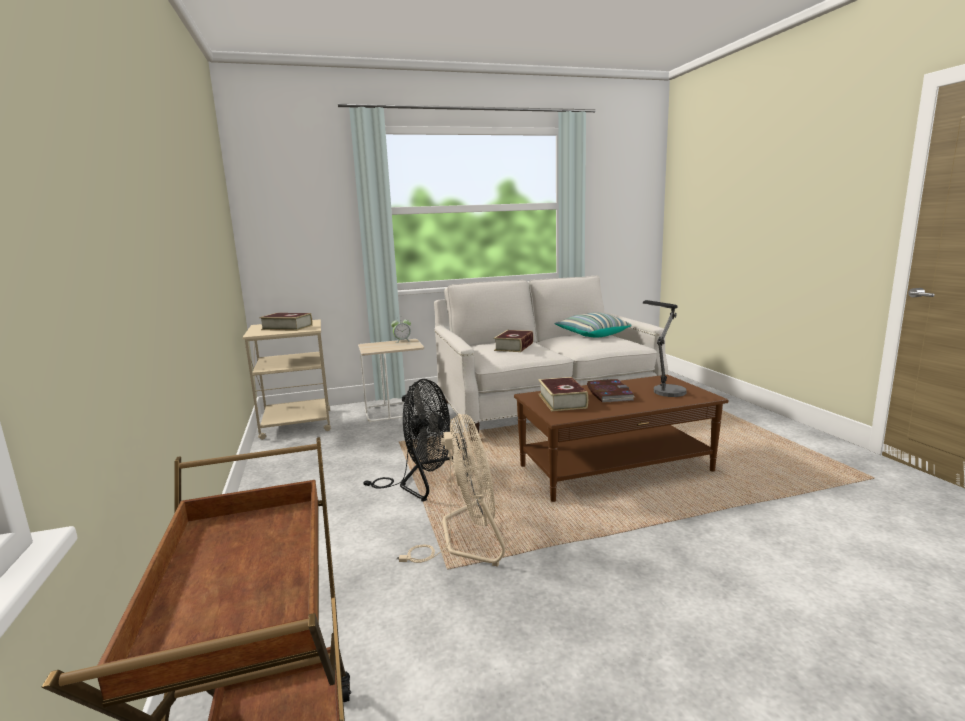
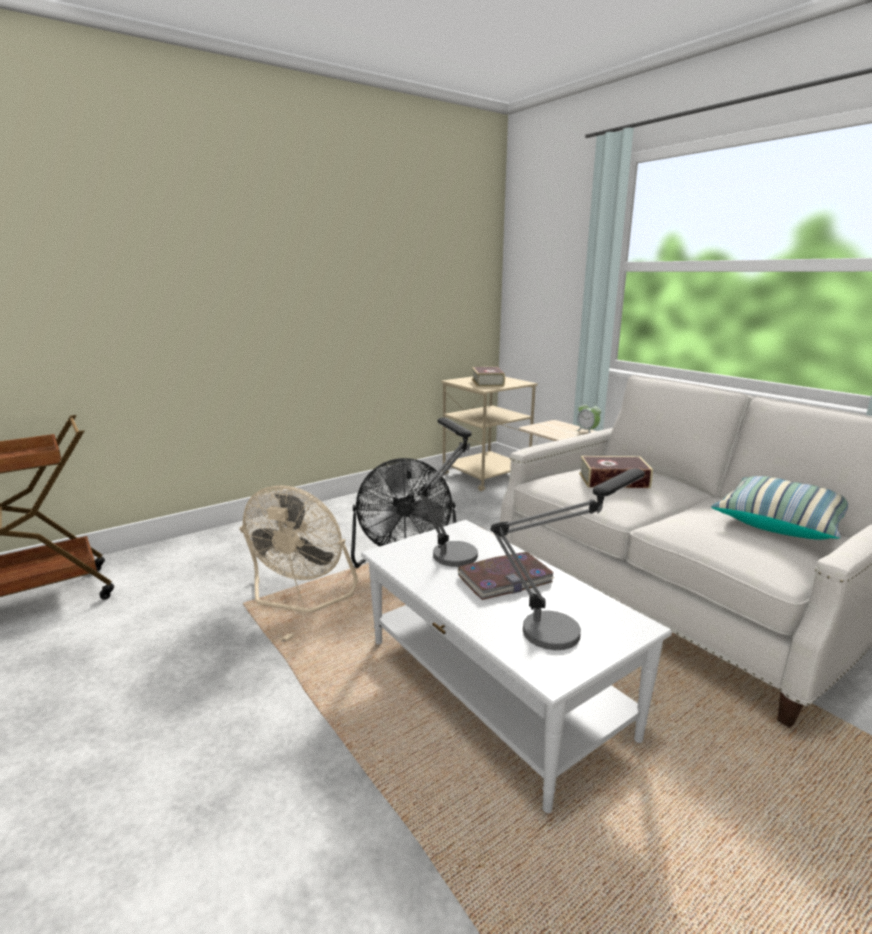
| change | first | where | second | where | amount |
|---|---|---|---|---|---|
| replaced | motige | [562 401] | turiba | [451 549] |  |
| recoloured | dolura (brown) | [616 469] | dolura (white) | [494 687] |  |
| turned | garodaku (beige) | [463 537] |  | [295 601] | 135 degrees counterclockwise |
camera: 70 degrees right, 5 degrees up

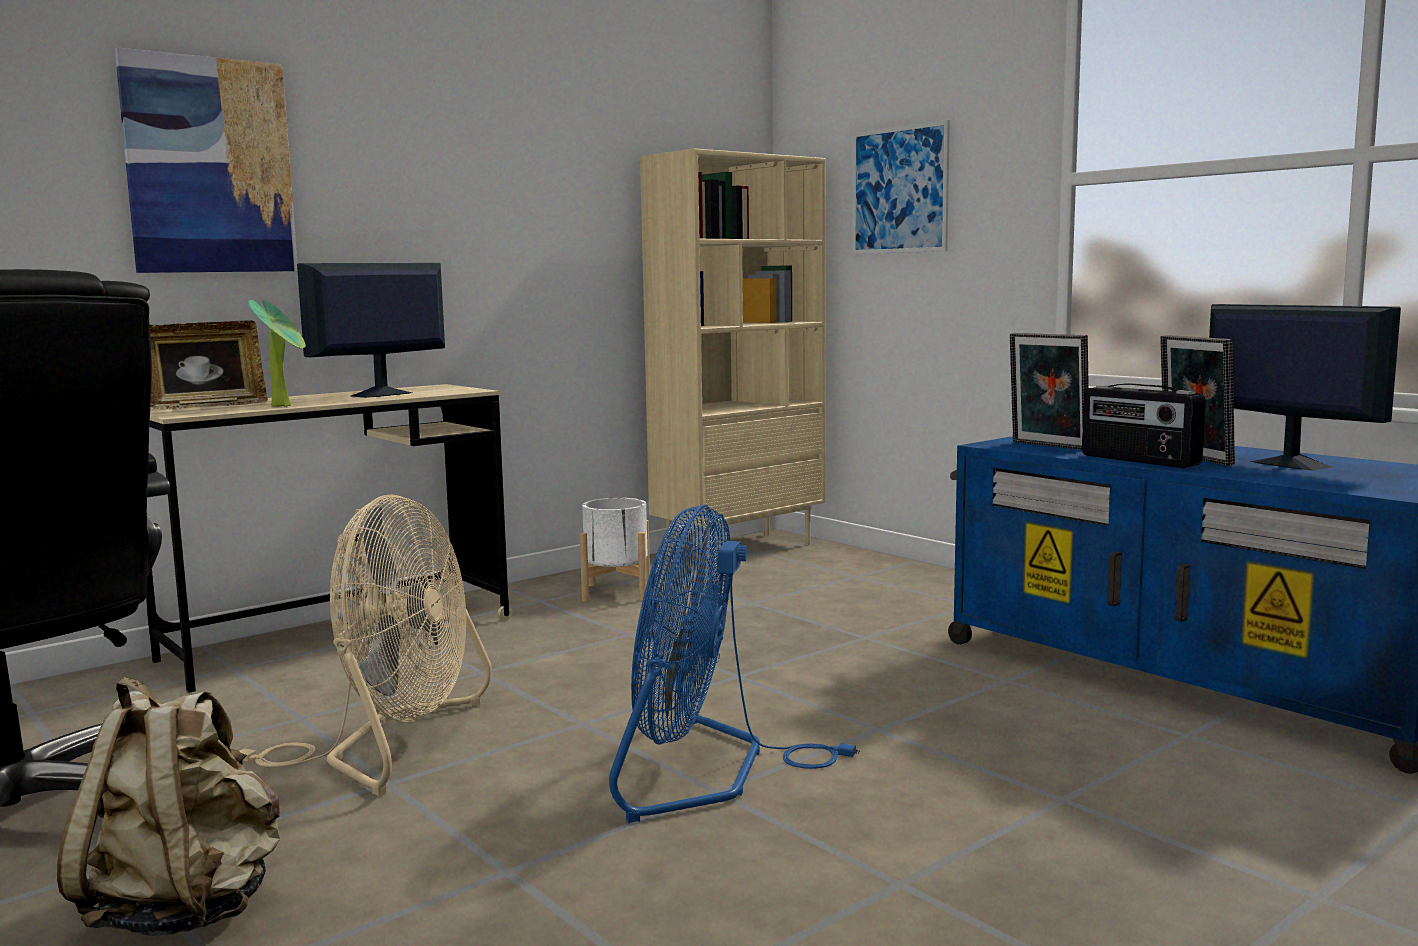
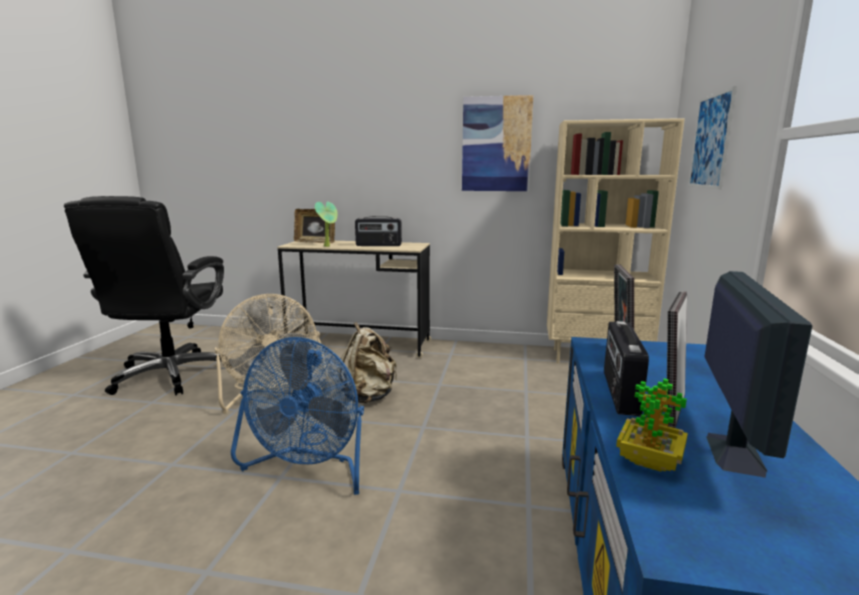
| change | first | where | second | where | amount |
|---|---|---|---|---|---|
| removed | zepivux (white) | [616 592] |  |  |  |
| added |  |  | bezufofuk | [649 461] |  |
| moved | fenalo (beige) | [185 908] |  | [369 396] |  |
| moved | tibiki | [209 166] |  | [496 144] |  |
| replaced | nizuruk | [380 394] | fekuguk | [378 245] |  |
| turned | garodaku (blue) | [714 766] |  | [307 465] | 135 degrees counterclockwise |
camera: 50 degrees right, 5 degrees up

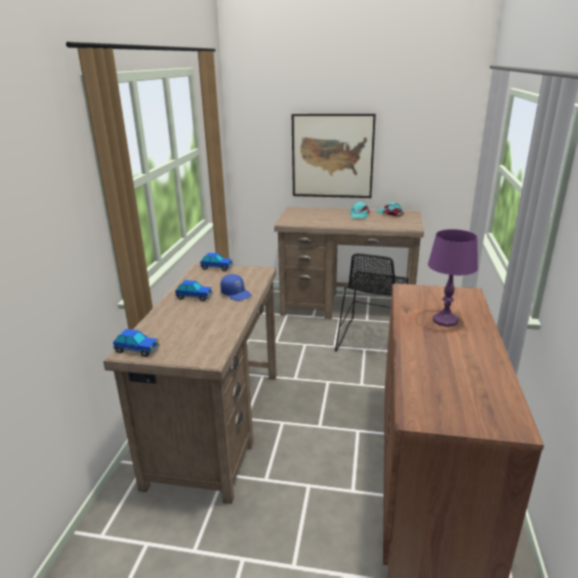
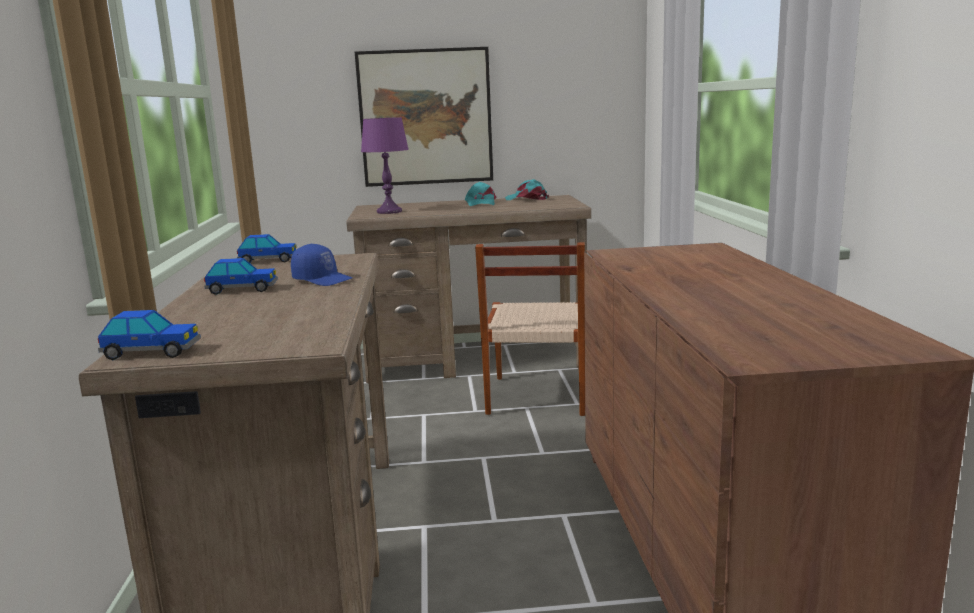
| change | first | where | second | where | amount |
|---|---|---|---|---|---|
| moved | turiba (purple) | [445 320] |  | [389 212] |  |
| replaced | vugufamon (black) | [373 342] | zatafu | [537 398] |  |
camera: 15 degrees left, 10 degrees down

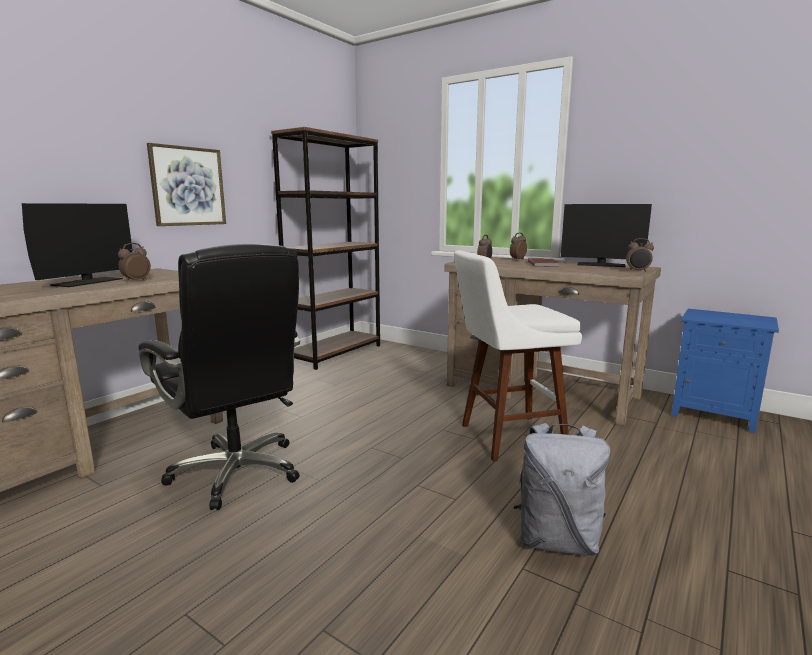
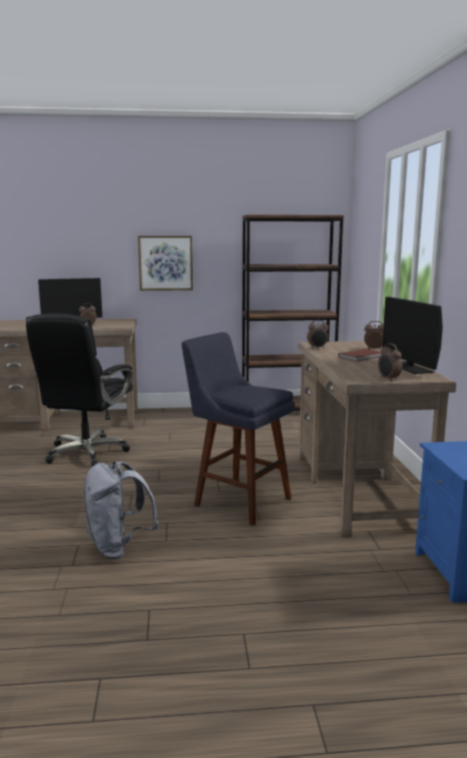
| change | first | where | second | where | amount |
|---|---|---|---|---|---|
| recoloured | vugufamon (white) | [506 438] | vugufamon (blue) | [237 500] |  |
camera: 50 degrees right, 0 degrees up

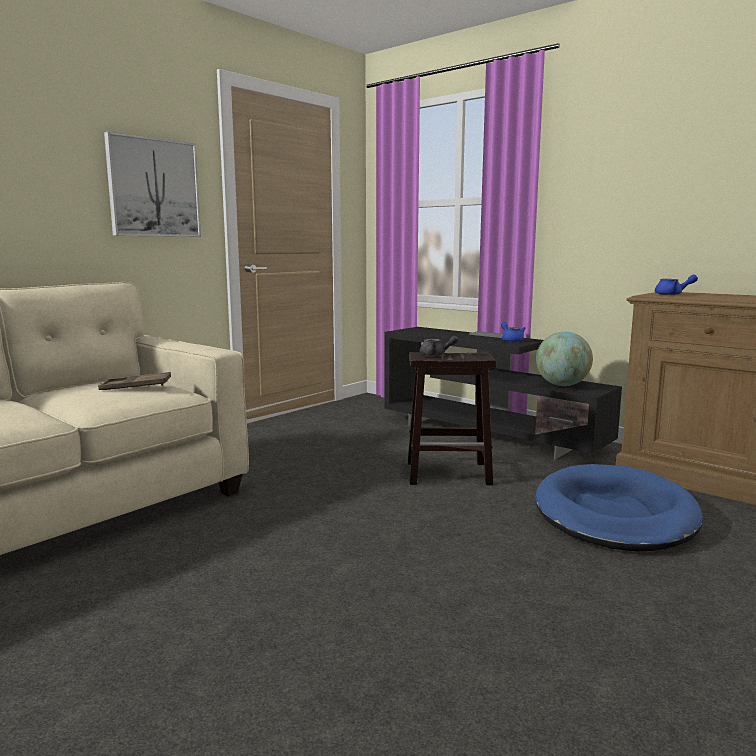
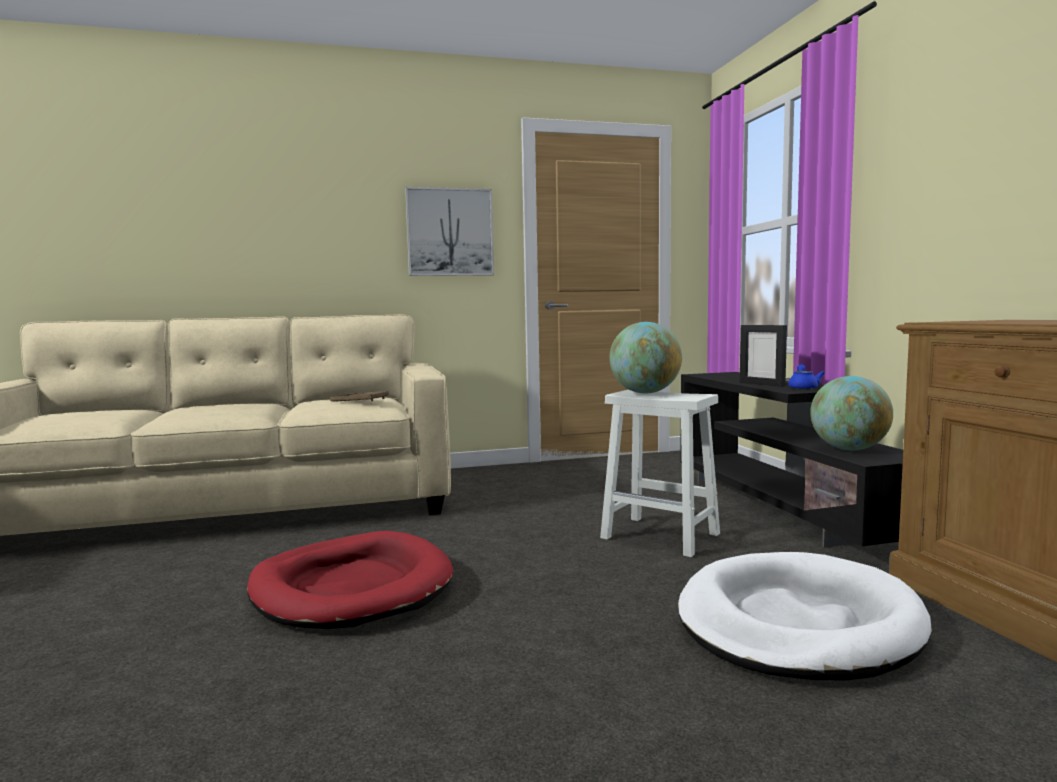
| change | first | where | second | where | amount |
|---|---|---|---|---|---|
| removed | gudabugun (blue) | [672 294] |  |  |  |
| added |  |  | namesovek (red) | [352 587] |  |
| added |  |  | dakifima | [762 384] |  |
| replaced | gudabugun (grey) | [436 355] | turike | [645 393] |  |
| recoloured | vugufamon (brown) | [449 473] | vugufamon (white) | [662 536] |  |
| recoloured | namesovek (blue) | [614 514] | namesovek (white) | [797 623] |  |
camera: 35 degrees right, 5 degrees down

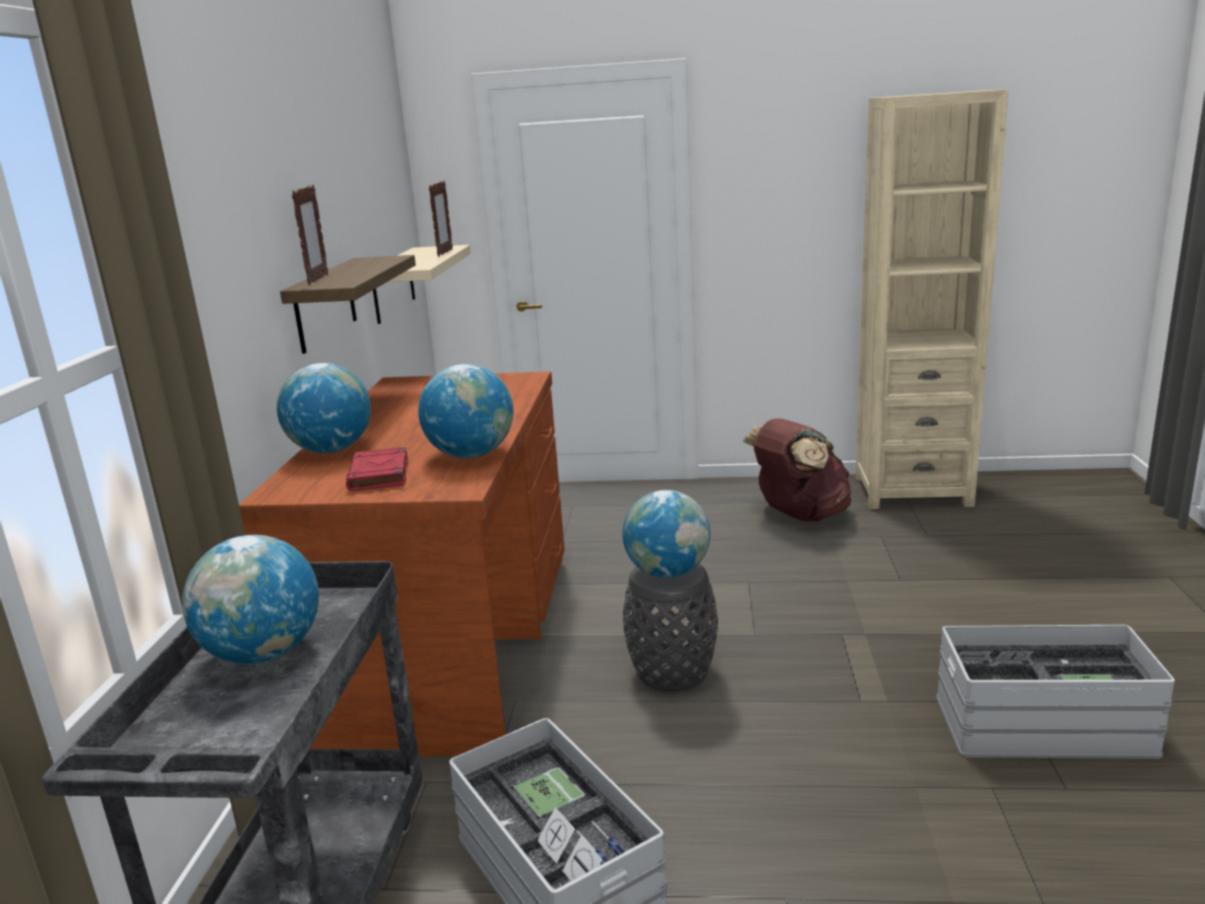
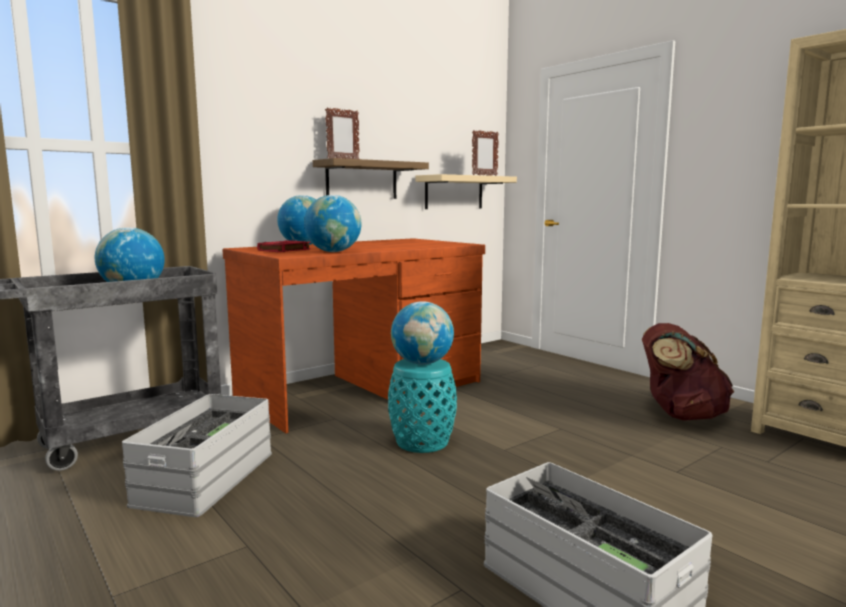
| change | first | where | second | where | amount |
|---|---|---|---|---|---|
| recoloured | vugufamon (grey) | [672 672] | vugufamon (turquoise) | [422 442] |  |
camera: 45 degrees right, 10 degrees down

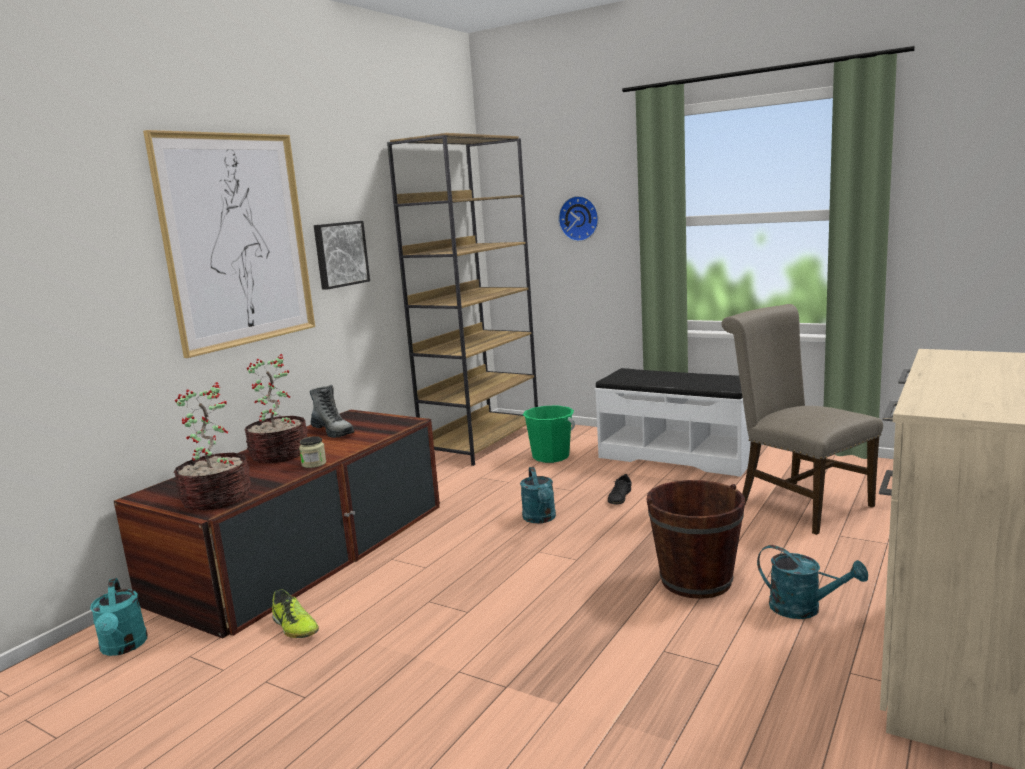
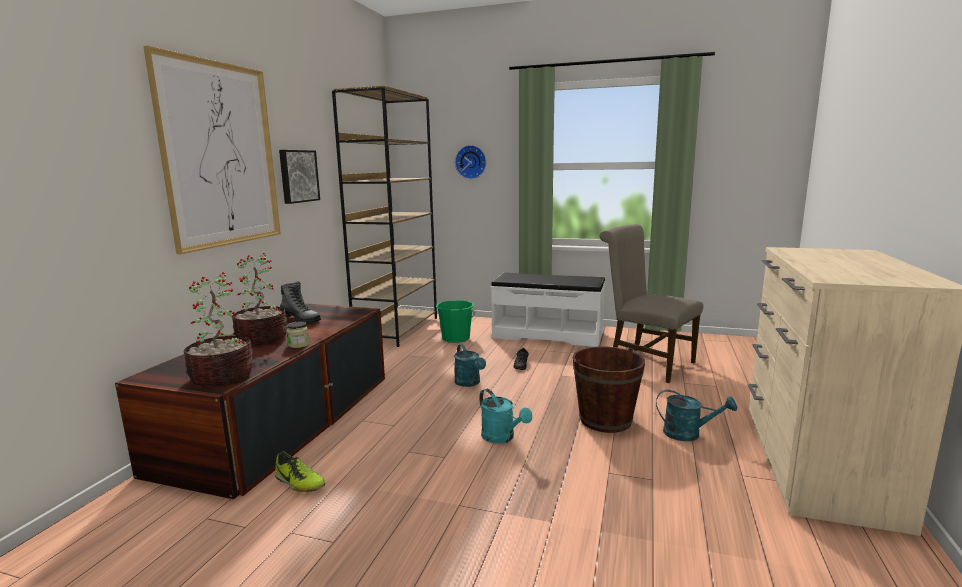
| change | first | where | second | where | amount |
|---|---|---|---|---|---|
| moved | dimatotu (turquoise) | [123 647] |  | [502 438] |  |
camera: 15 degrees left, 0 degrees up

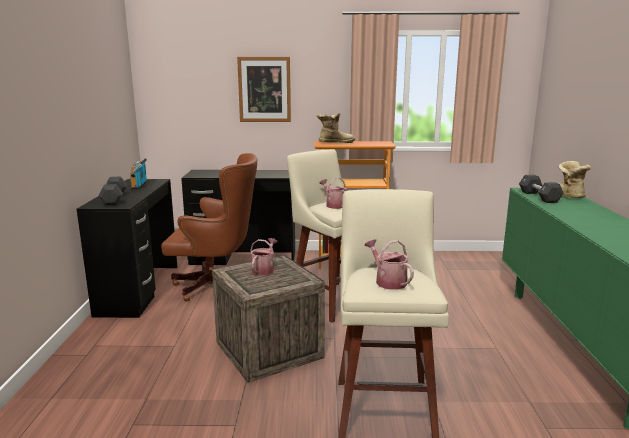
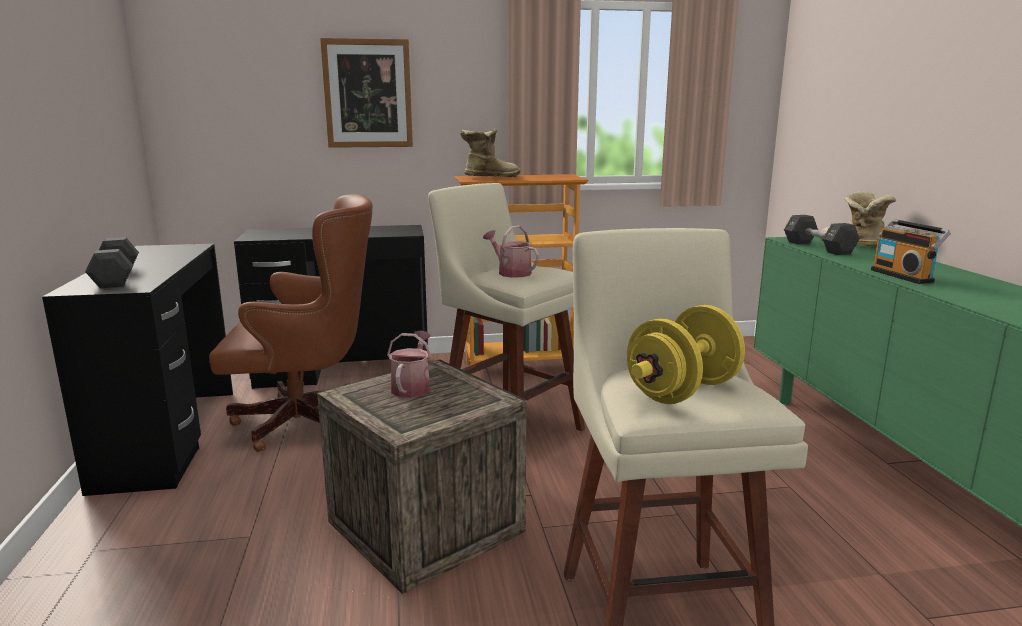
| change | first | where | second | where | amount |
|---|---|---|---|---|---|
| moved | fekuguk | [140 186] |  | [904 276] |  |
| replaced | dimatotu | [388 281] | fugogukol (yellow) | [682 391] |  |
camera: 10 degrees left, 0 degrees up

